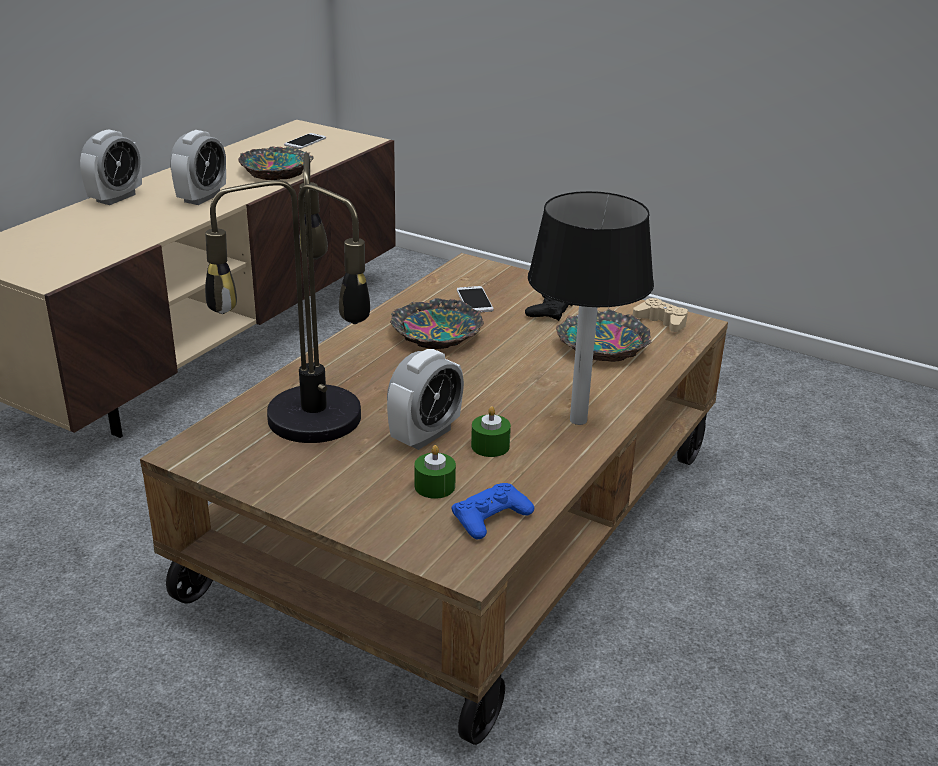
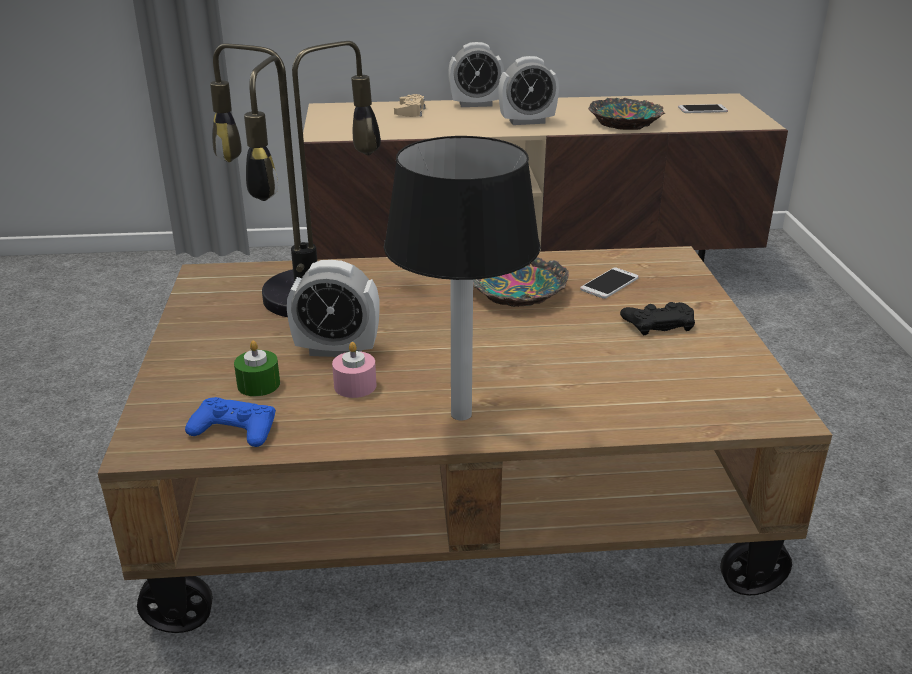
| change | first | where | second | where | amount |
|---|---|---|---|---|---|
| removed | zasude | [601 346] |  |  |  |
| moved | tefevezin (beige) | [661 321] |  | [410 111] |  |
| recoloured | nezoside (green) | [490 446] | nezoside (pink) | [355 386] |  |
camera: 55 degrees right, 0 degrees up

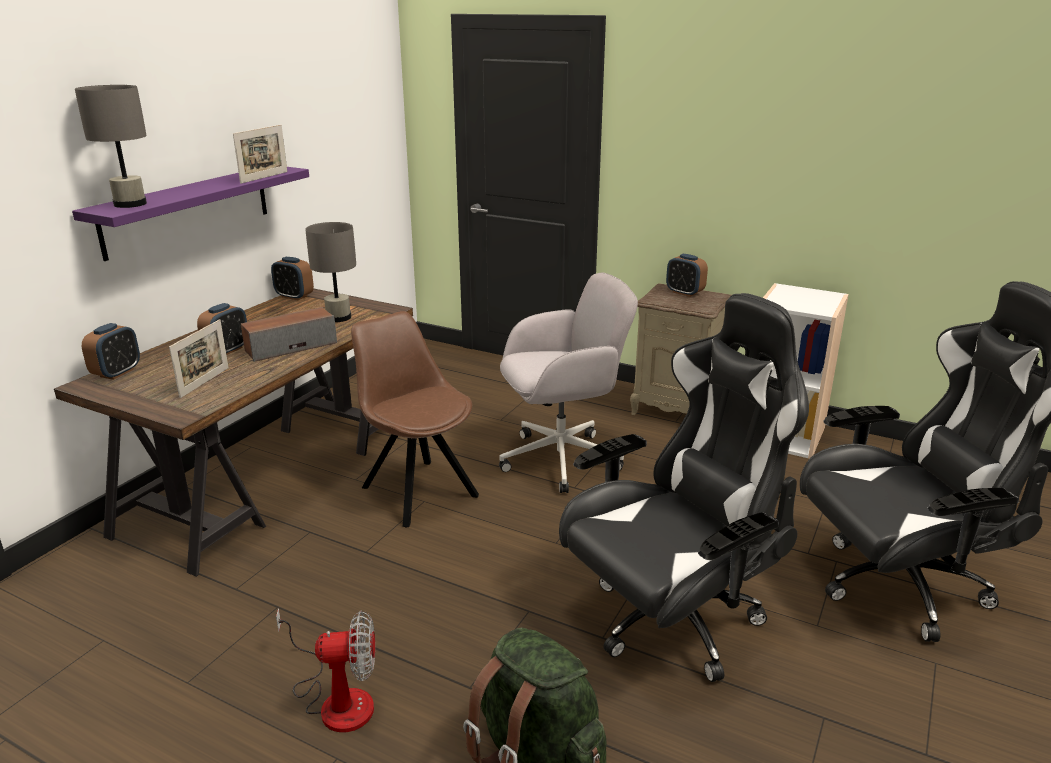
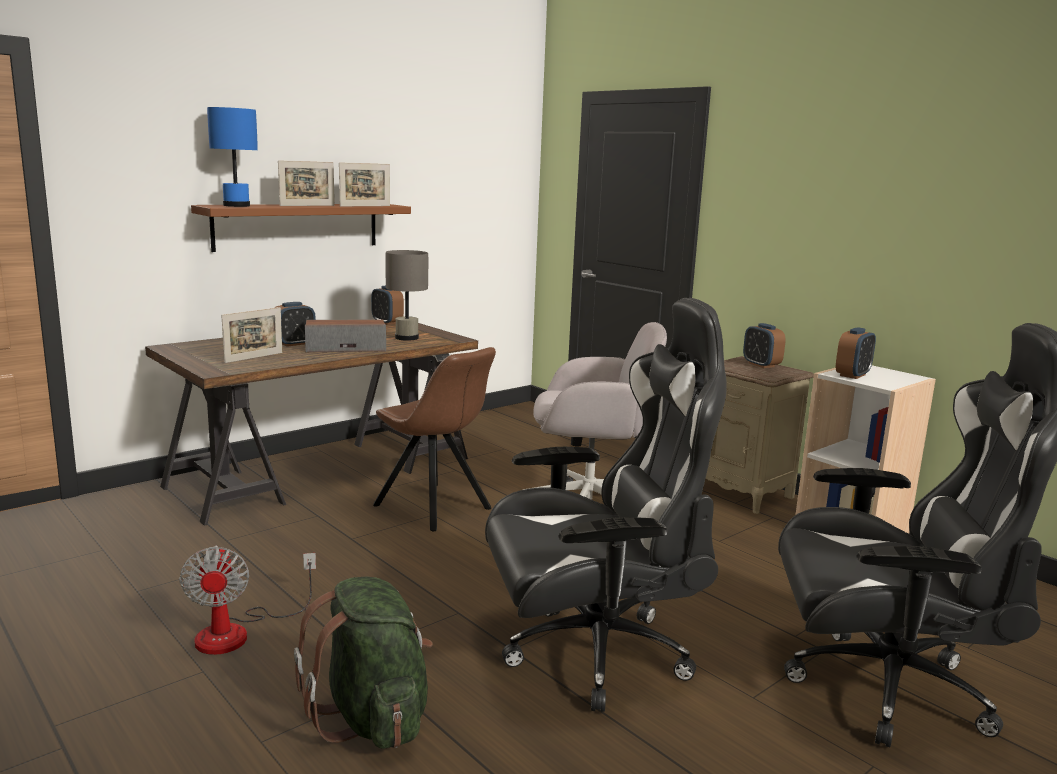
| change | first | where | second | where | amount |
|---|---|---|---|---|---|
| added |  |  | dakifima | [307 205] |  |
| moved | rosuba | [117 373] |  | [852 375] |  |
| recoloured | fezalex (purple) | [188 210] | fezalex (brown) | [297 226] |  |
| recoloured | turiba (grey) | [131 204] | turiba (blue) | [237 205] |  |
| turned | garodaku | [336 699] |  | [238 632] | 60 degrees clockwise |
| turned | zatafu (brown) | [418 491] |  | [433 507] | 150 degrees clockwise |
camera: 20 degrees right, 10 degrees down

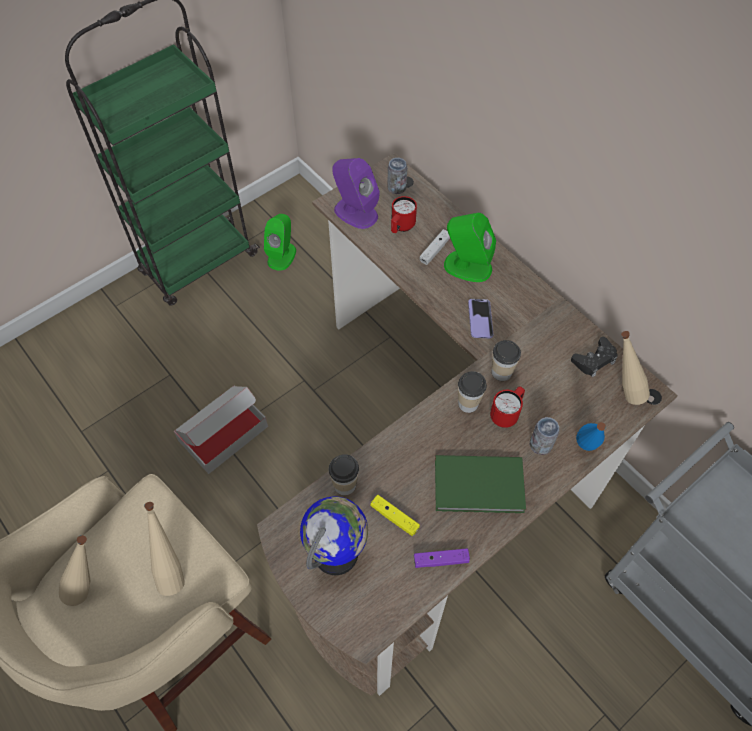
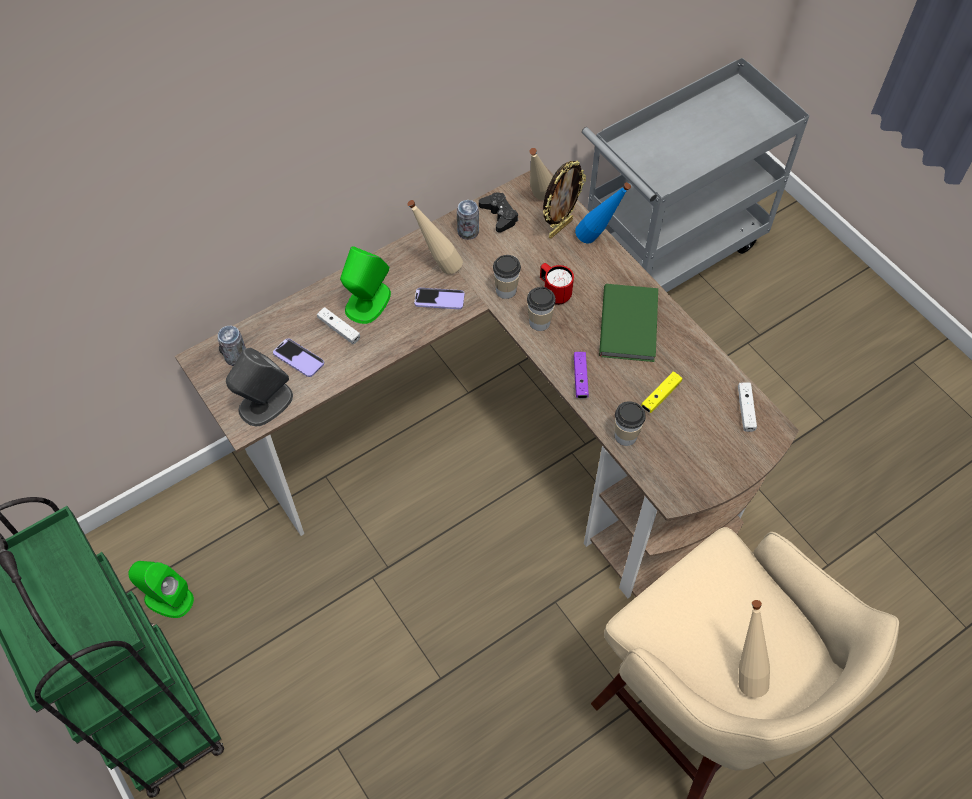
| change | first | where | second | where | amount |
|---|---|---|---|---|---|
| removed | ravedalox | [223 433] |  |  |  |
| removed | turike | [336 553] |  |  |  |
| added |  |  | dakifima | [559 228] |  |
| added |  |  | tefevezin (white) | [745 410] |  |
| moved | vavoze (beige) | [173 569] |  | [438 266] |  |
| moved | tefevezin (purple) | [441 560] |  | [580 378] |  |
| moved | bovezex | [540 444] |  | [468 232] |  |
| replaced | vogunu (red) | [401 227] | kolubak | [298 358] |  |
| recoloured | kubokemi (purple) | [355 212] | kubokemi (grey) | [265 403] |  |
camera: 85 degrees left, 0 degrees up

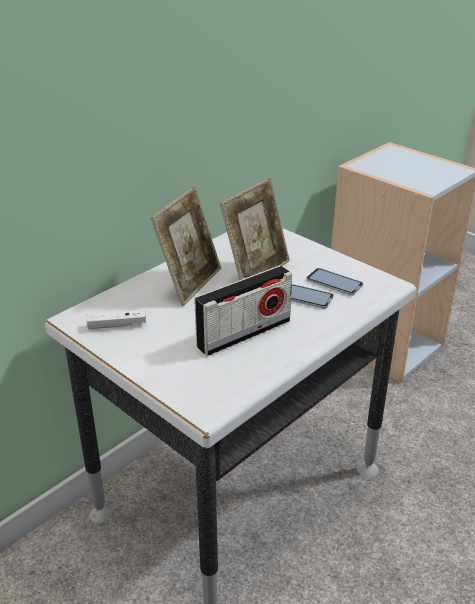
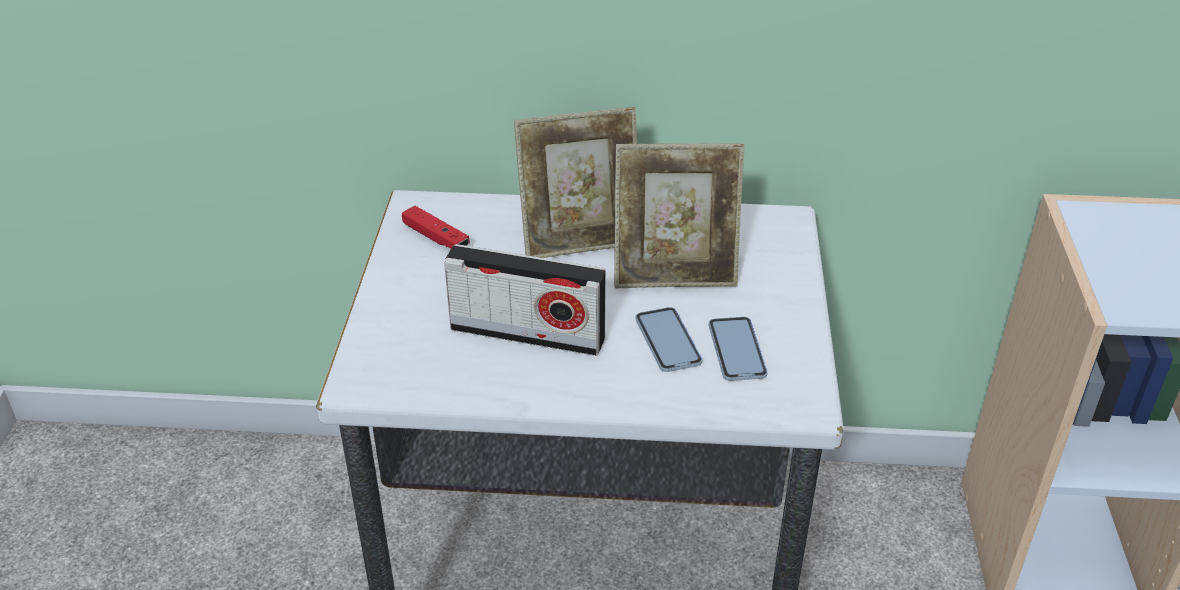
| change | first | where | second | where | amount |
|---|---|---|---|---|---|
| recoloured | tefevezin (white) | [117 325] | tefevezin (red) | [436 237] |  |
camera: 50 degrees right, 5 degrees up

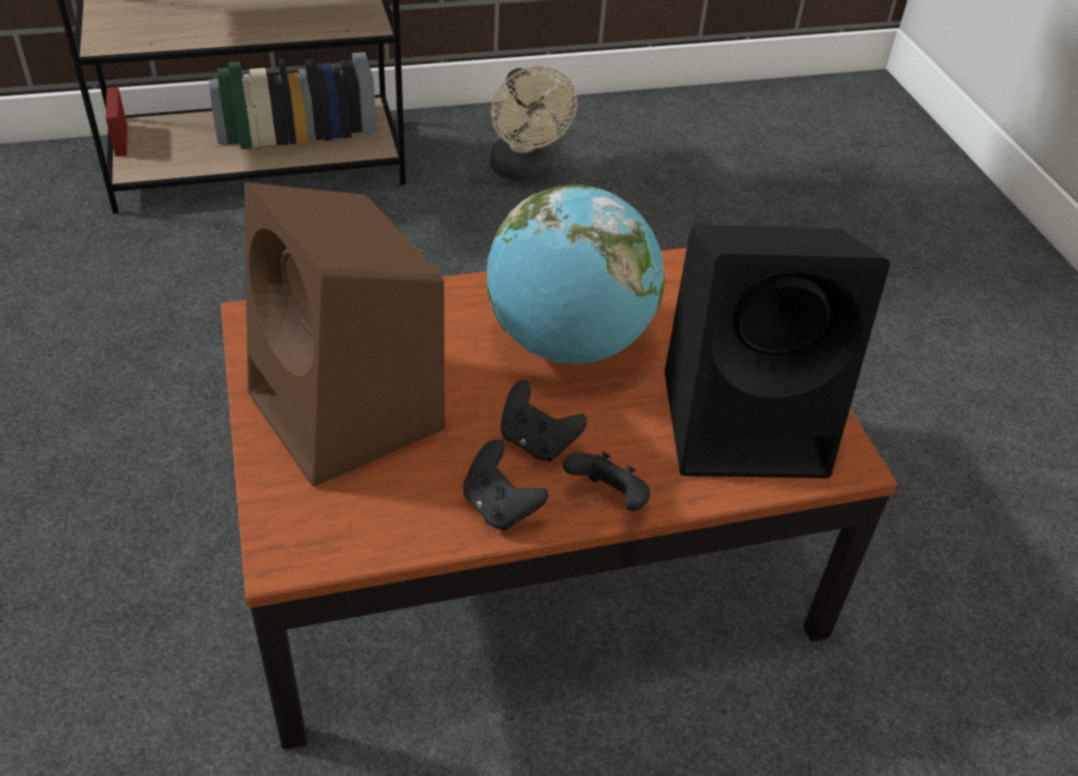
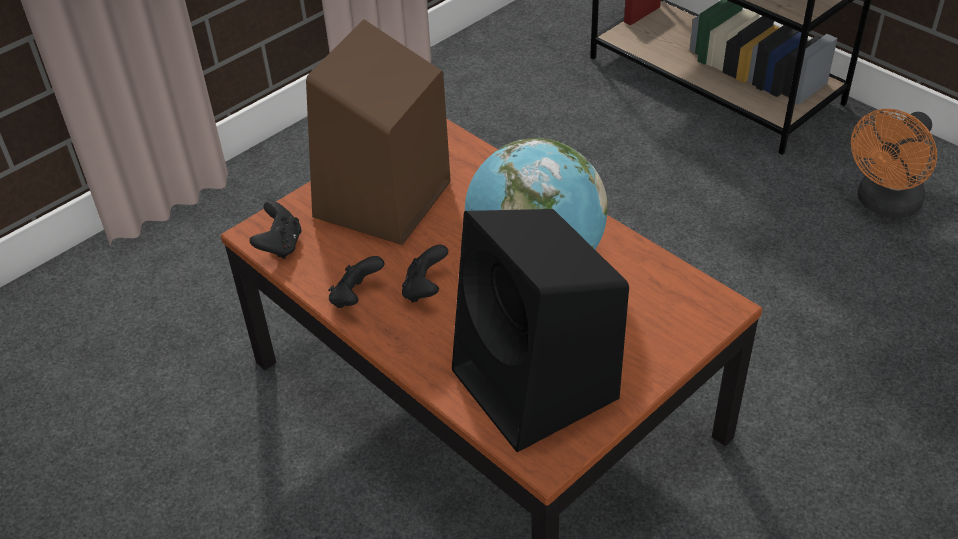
| change | first | where | second | where | amount |
|---|---|---|---|---|---|
| moved | tefevezin (black) | [608 499] |  | [280 245] |  |
| recoloured | garodaku (beige) | [525 171] | garodaku (orange) | [884 205] |  |
camera: 65 degrees right, 0 degrees up

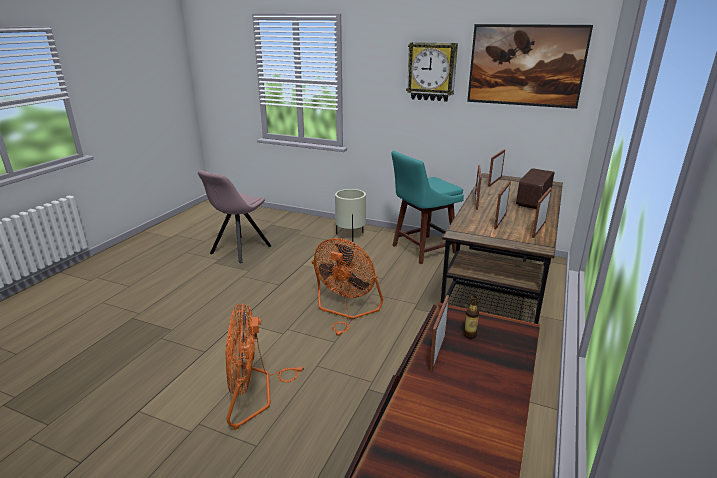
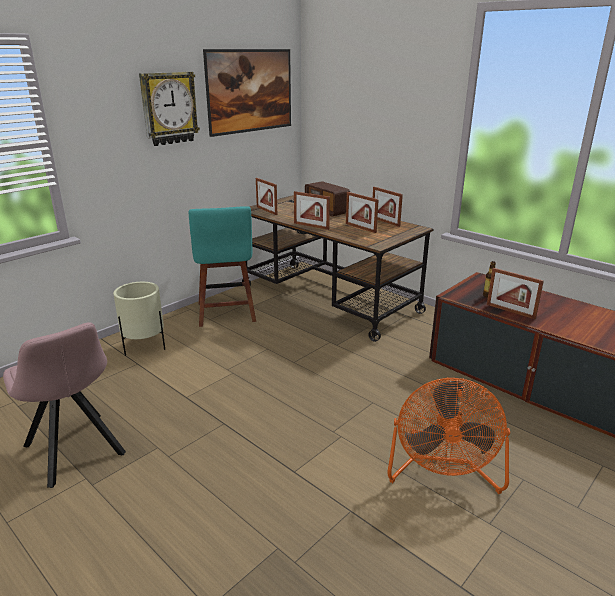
| change | first | where | second | where | amount |
|---|---|---|---|---|---|
| removed | garodaku (orange) | [343 310] |  |  |  |
camera: 70 degrees left, 0 degrees up

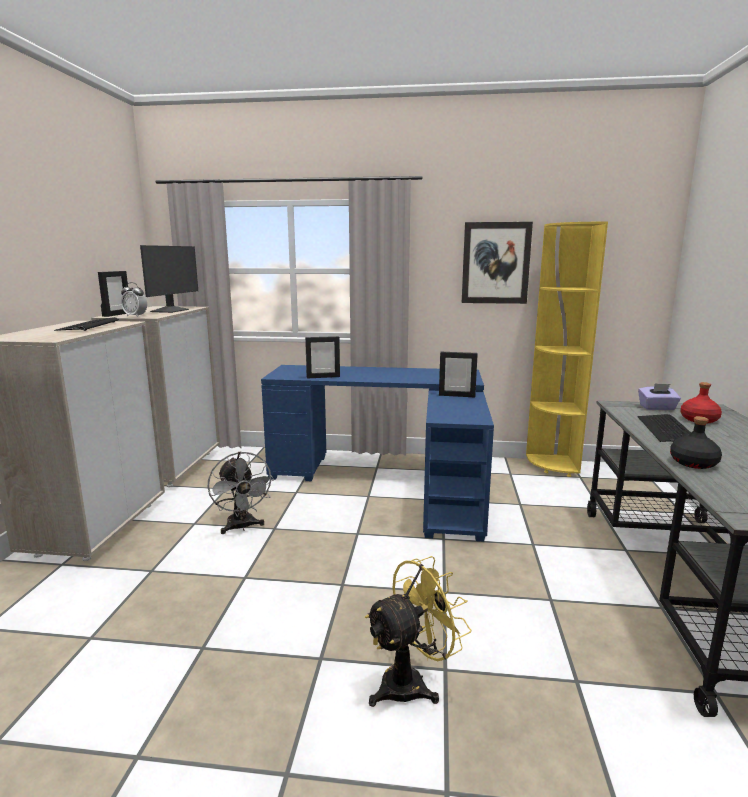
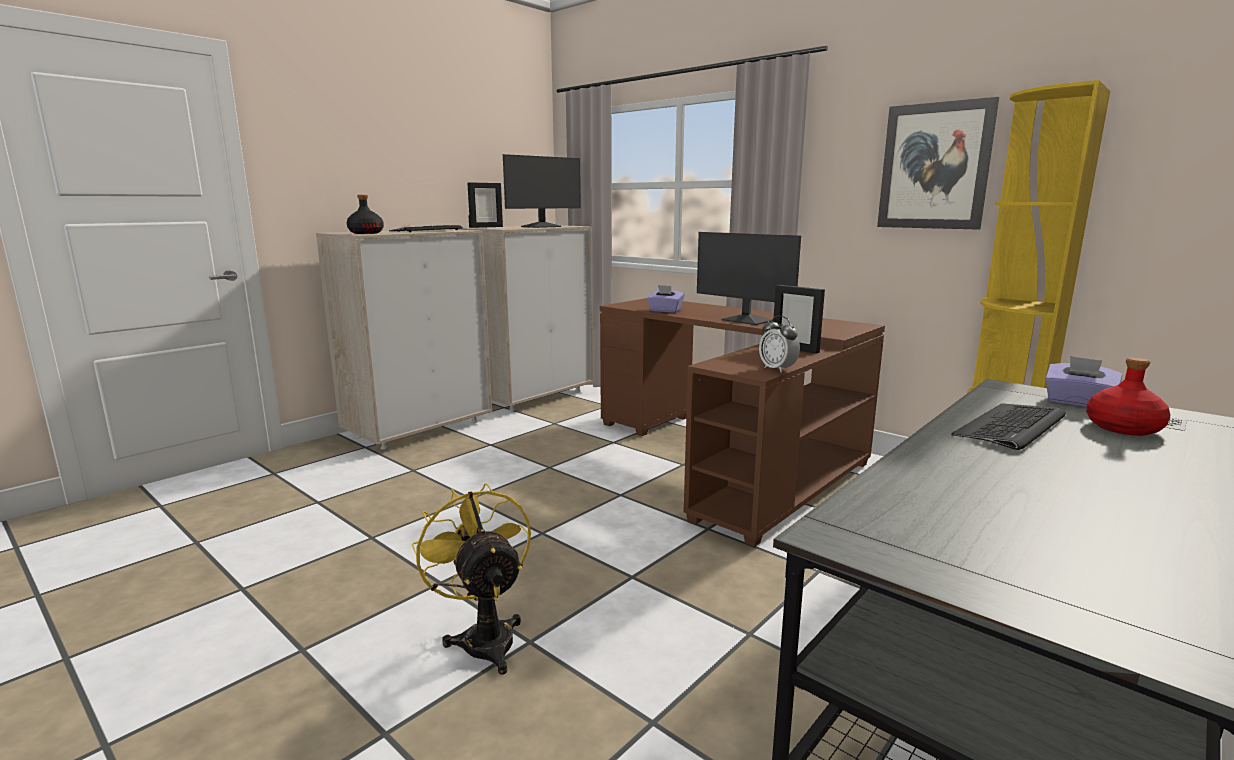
| change | first | where | second | where | amount |
|---|---|---|---|---|---|
| removed | garodaku (grey) | [242 527] |  |  |  |
| added |  |  | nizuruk | [746 320] |  |
| moved | rosuba | [135 316] |  | [777 369] |  |
| moved | vavoze (black) | [692 463] |  | [366 233] |  |
| replaced | dakifima | [323 377] | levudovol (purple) | [665 311] |  |
| recoloured | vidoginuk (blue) | [393 481] | vidoginuk (brown) | [732 457] |  |
| turned | garodaku (yellow) | [412 682] |  | [484 637] | 120 degrees counterclockwise |
camera: 35 degrees right, 0 degrees up

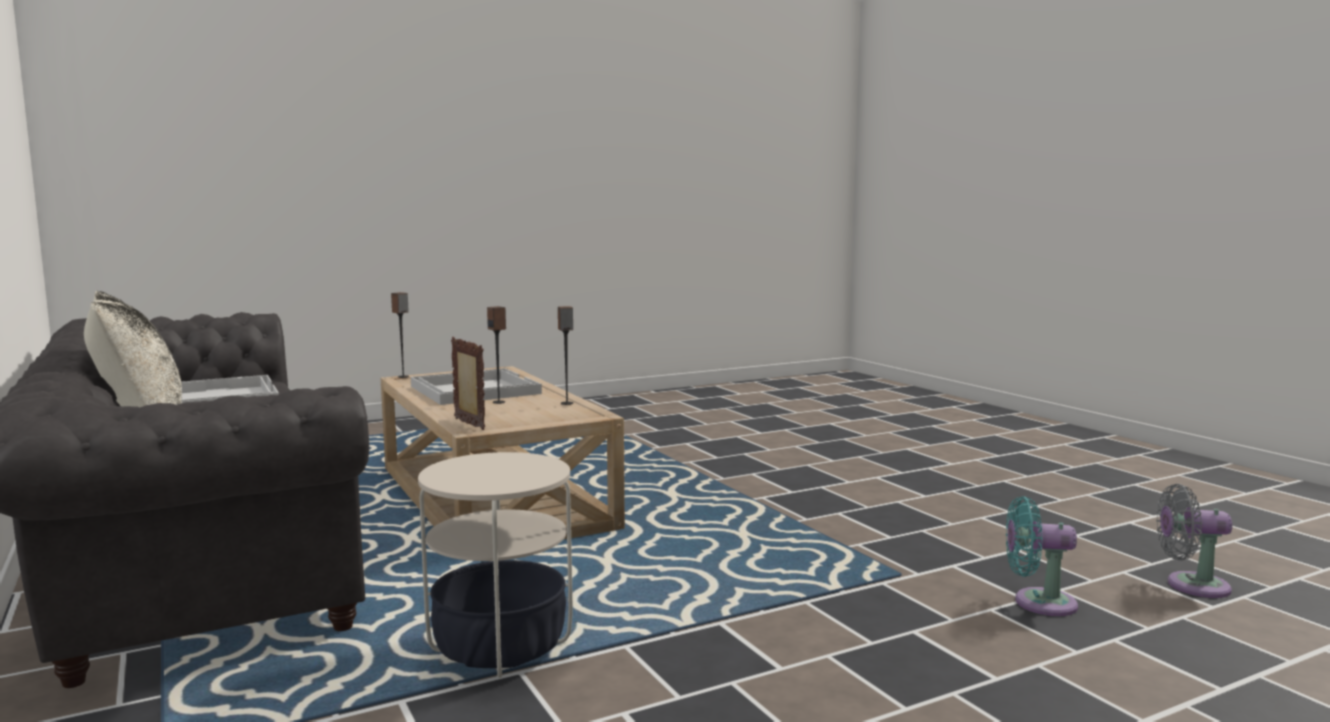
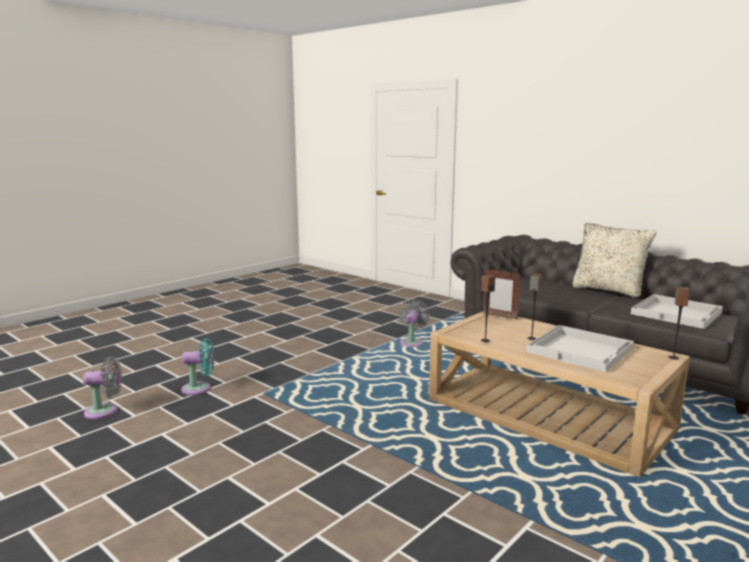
| change | first | where | second | where | amount |
|---|---|---|---|---|---|
| replaced | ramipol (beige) | [501 649] | garodaku (grey) | [412 342] |  |
camera: 160 degrees right, 5 degrees up

